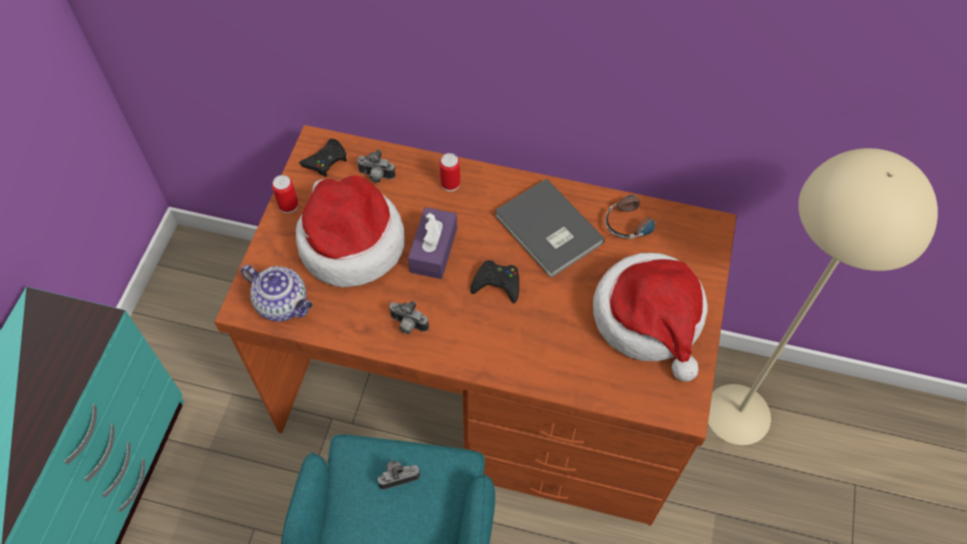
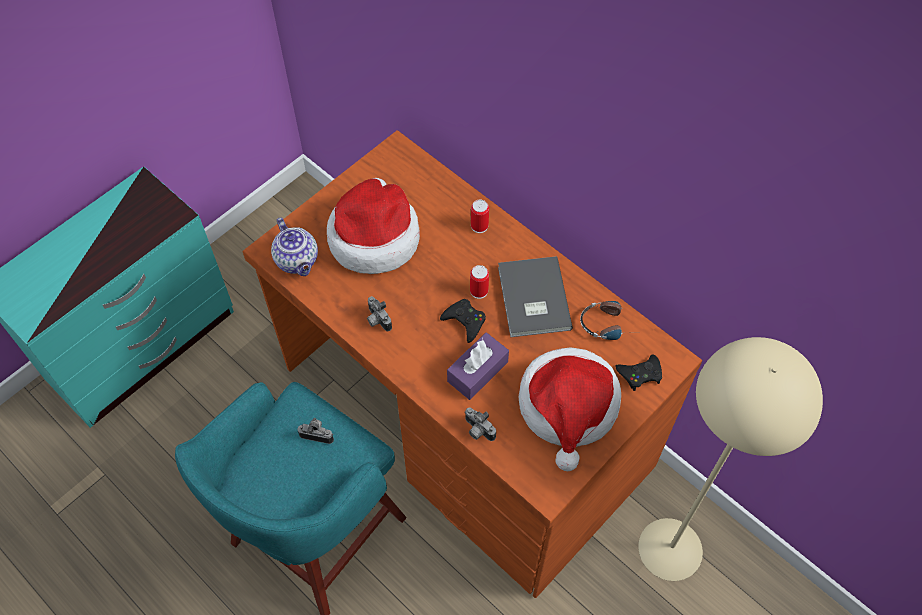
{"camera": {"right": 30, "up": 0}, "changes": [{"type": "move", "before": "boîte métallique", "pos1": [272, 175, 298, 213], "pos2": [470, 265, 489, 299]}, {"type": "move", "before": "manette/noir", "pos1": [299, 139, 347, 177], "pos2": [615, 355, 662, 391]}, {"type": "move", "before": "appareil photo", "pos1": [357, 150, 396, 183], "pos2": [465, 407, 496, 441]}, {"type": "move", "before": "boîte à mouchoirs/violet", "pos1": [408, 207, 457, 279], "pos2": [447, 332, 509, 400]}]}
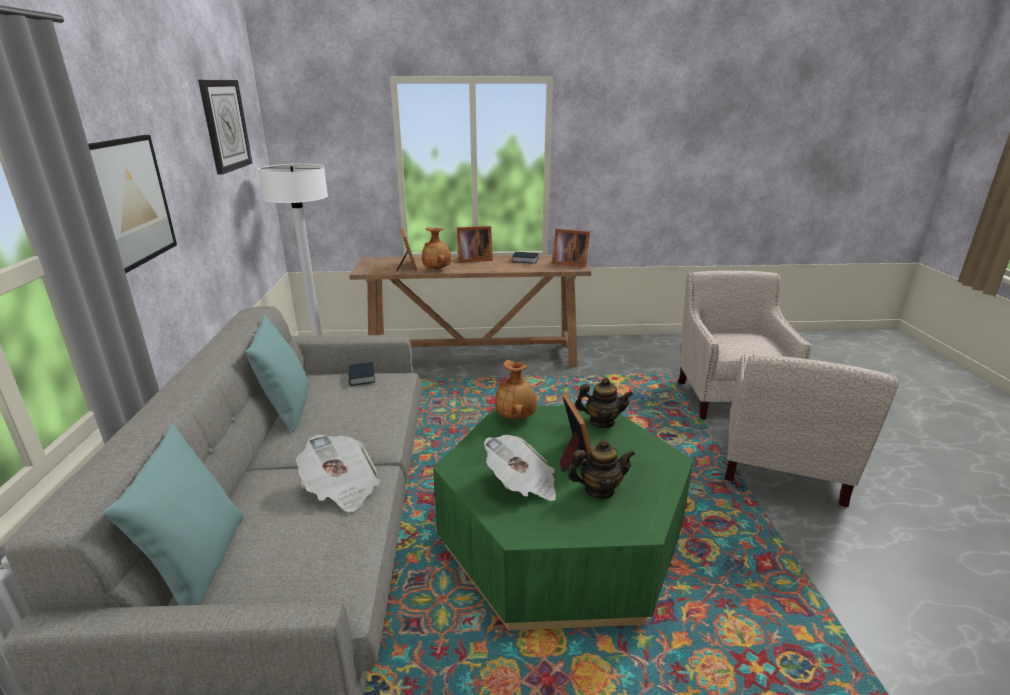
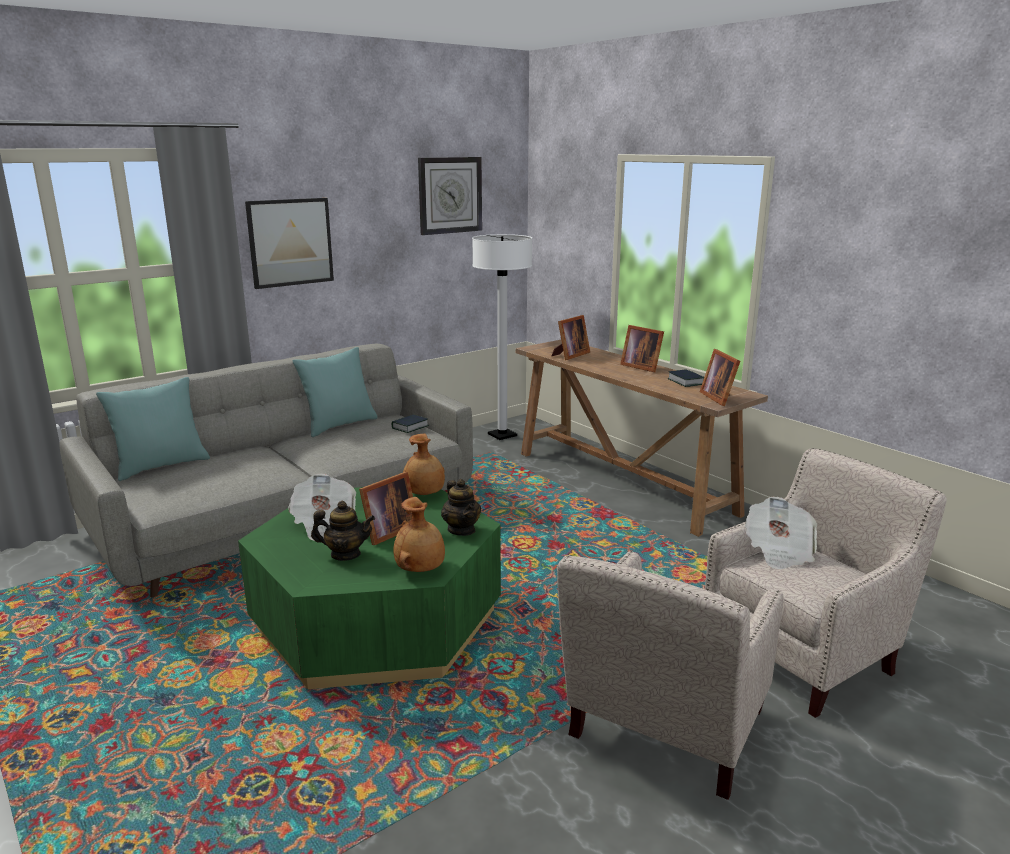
{"camera": {"right": 55, "up": -5}, "changes": [{"type": "move", "before": "journal", "pos1": [296, 434, 381, 512], "pos2": [745, 497, 817, 569]}, {"type": "move", "before": "vase/marron", "pos1": [422, 227, 451, 270], "pos2": [393, 497, 445, 572]}, {"type": "rotate", "before": "théière", "pos1": [568, 439, 635, 499], "pos2": [311, 501, 375, 561], "turn": -45}, {"type": "rotate", "before": "fauteuil/beige", "pos1": [725, 355, 898, 507], "pos2": [557, 551, 784, 800], "turn": -45}]}
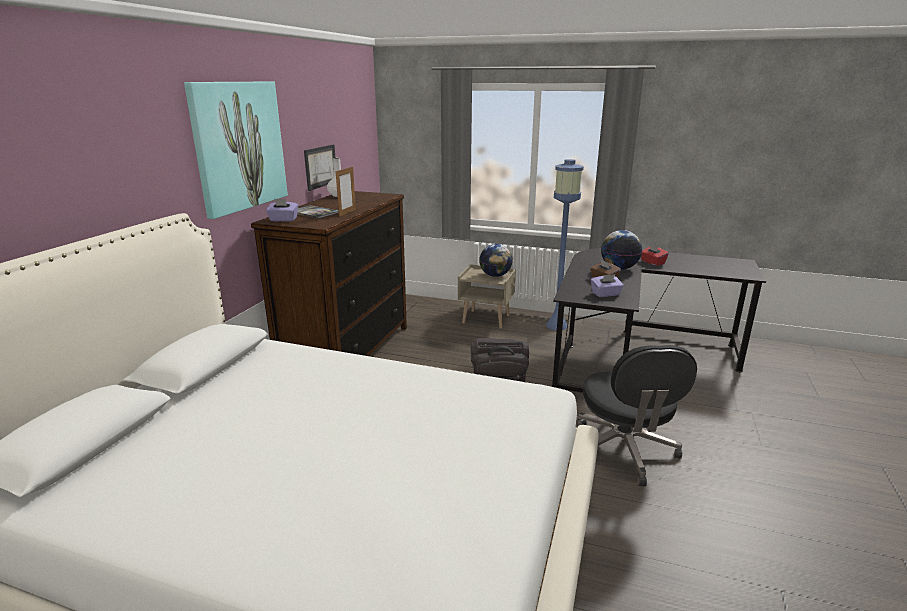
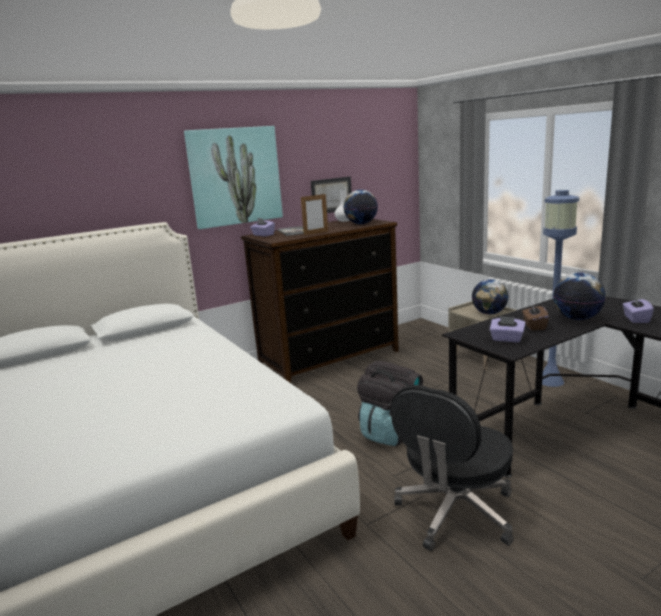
{"camera": {"right": 40, "up": -5}, "changes": [{"type": "recolor", "before": "boîte à mouchoirs/rouge", "after": "boîte à mouchoirs/violet", "pos1": [641, 244, 669, 266], "pos2": [623, 296, 654, 323]}, {"type": "insert", "after": "globe", "pos2": [344, 190, 378, 224]}]}
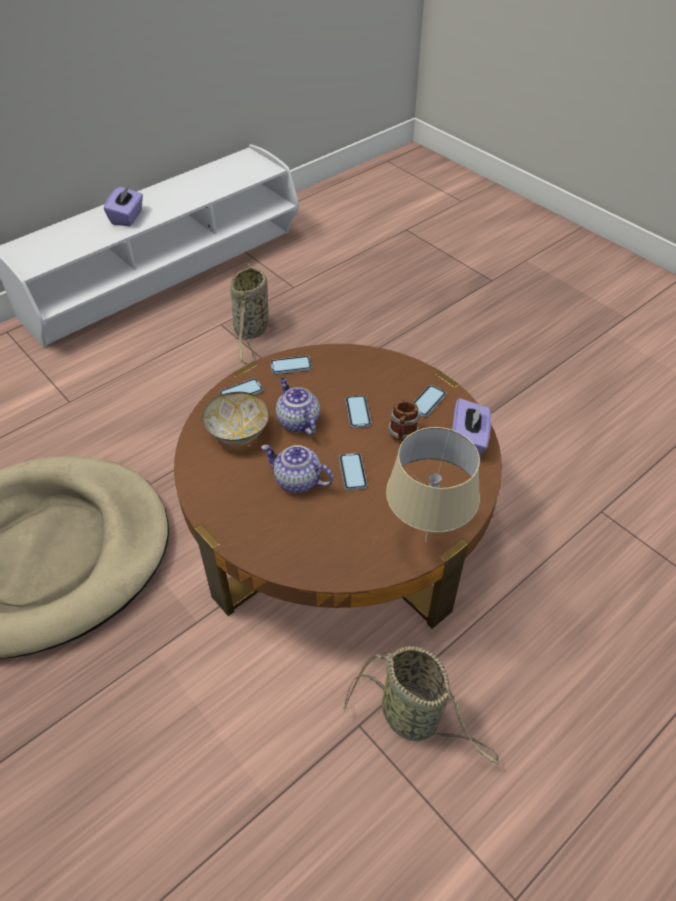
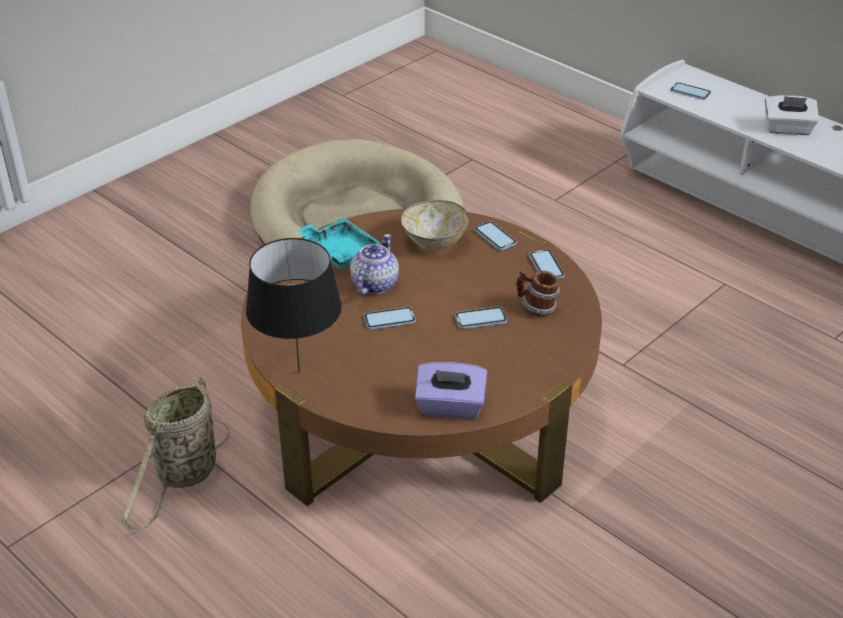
{"camera": {"right": 85, "up": -10}, "changes": [{"type": "recolor", "before": "boîte à mouchoirs/violet", "after": "boîte à mouchoirs/blanc", "pos1": [104, 185, 143, 227], "pos2": [765, 95, 819, 135]}, {"type": "delete", "before": "panier", "pos1": [230, 263, 268, 364]}, {"type": "delete", "before": "théière", "pos1": [276, 377, 320, 435]}, {"type": "recolor", "before": "lampe de table/beige", "after": "lampe de table/noir", "pos1": [386, 427, 480, 543], "pos2": [246, 238, 342, 373]}, {"type": "move", "before": "mug", "pos1": [387, 400, 420, 441], "pos2": [516, 269, 560, 317]}, {"type": "move", "before": "téléphone", "pos1": [413, 385, 446, 417], "pos2": [671, 82, 711, 100]}, {"type": "insert", "after": "plateau/turquoise", "pos2": [296, 217, 381, 269]}]}
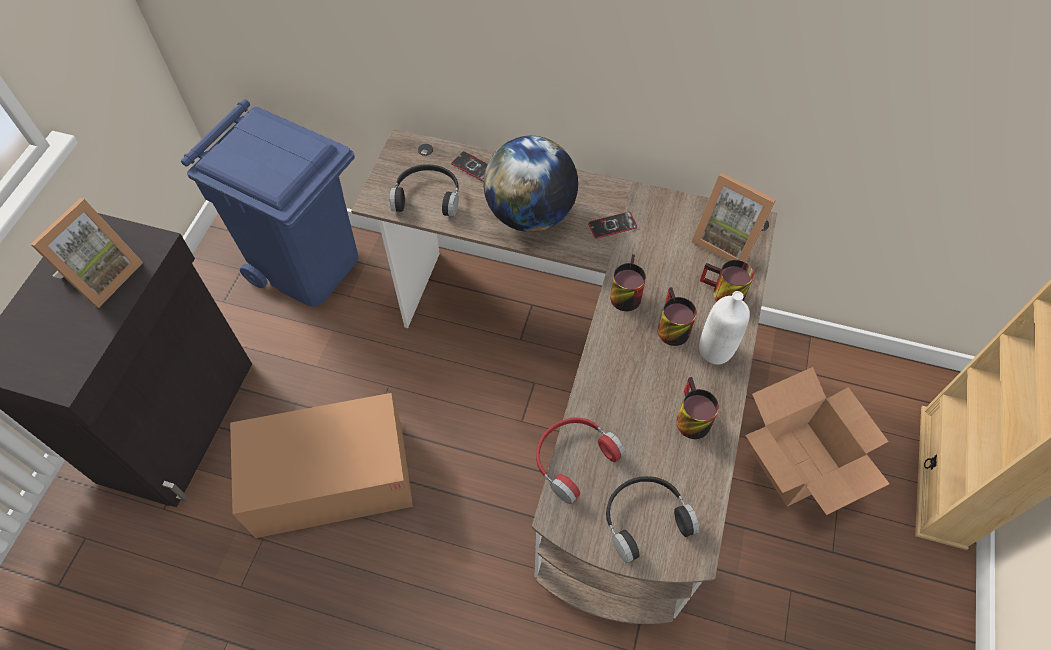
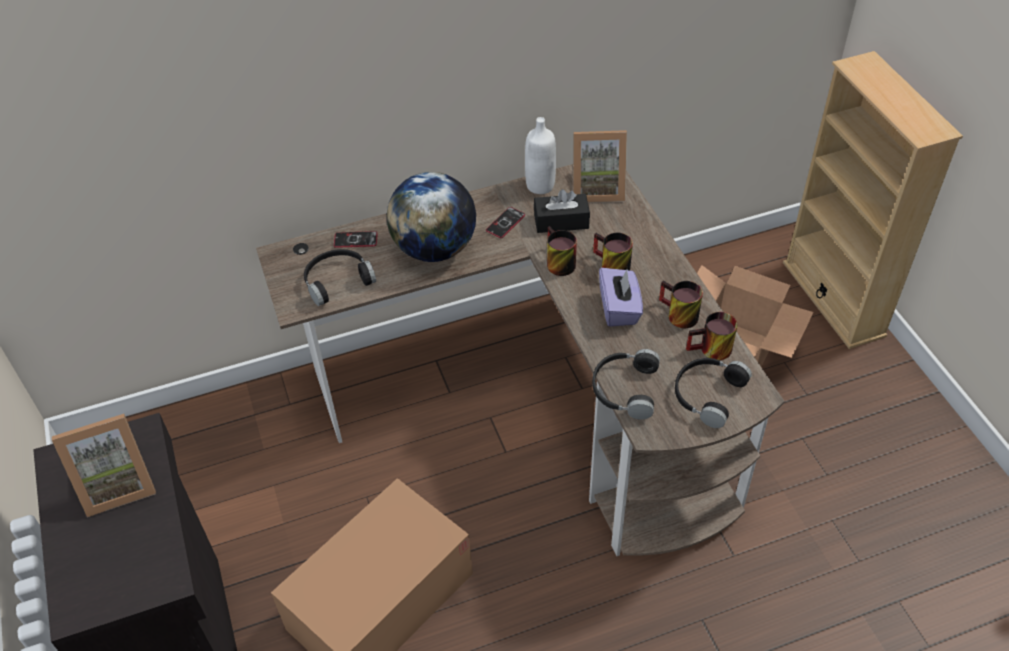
{"camera": {"right": -35, "up": -10}, "changes": [{"type": "rotate", "before": "cadre photo", "pos1": [30, 198, 143, 308], "pos2": [52, 414, 156, 517], "turn": 75}, {"type": "delete", "before": "poubelle/bleu", "pos1": [181, 99, 358, 307]}, {"type": "recolor", "before": "casque audio/rouge", "after": "casque audio/noir", "pos1": [536, 417, 626, 504], "pos2": [592, 349, 660, 420]}, {"type": "move", "before": "bouteille/blanc", "pos1": [699, 291, 750, 365], "pos2": [525, 117, 556, 194]}, {"type": "move", "before": "mug", "pos1": [700, 260, 754, 301], "pos2": [686, 312, 737, 360]}, {"type": "insert", "after": "boîte à mouchoirs/noir", "pos2": [534, 189, 590, 233]}, {"type": "insert", "after": "boîte à mouchoirs/violet", "pos2": [599, 268, 643, 327]}]}
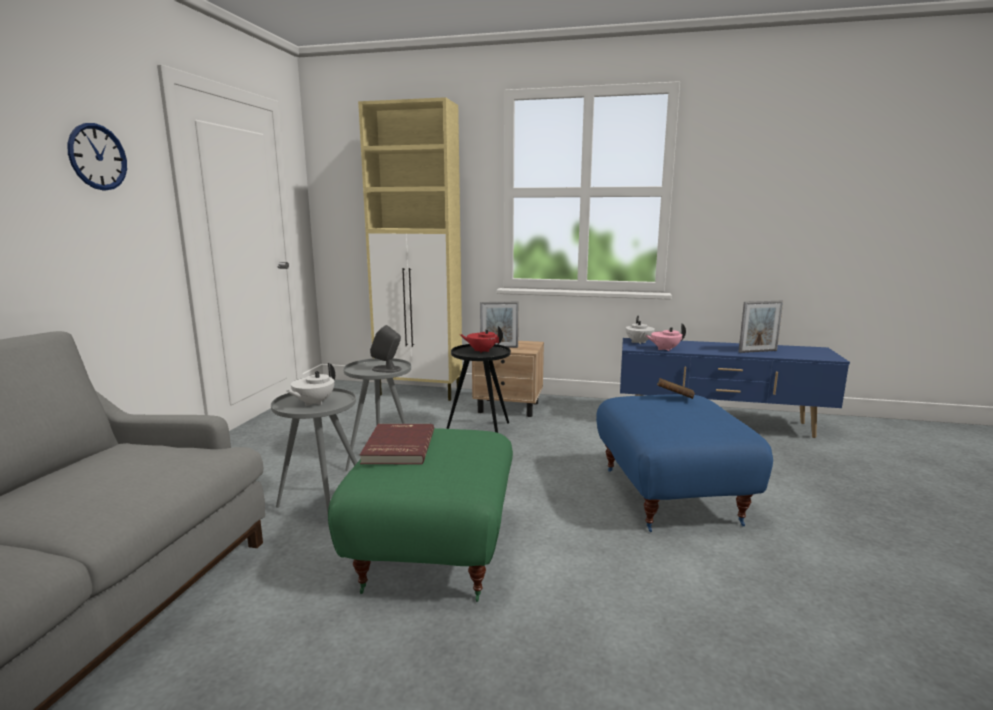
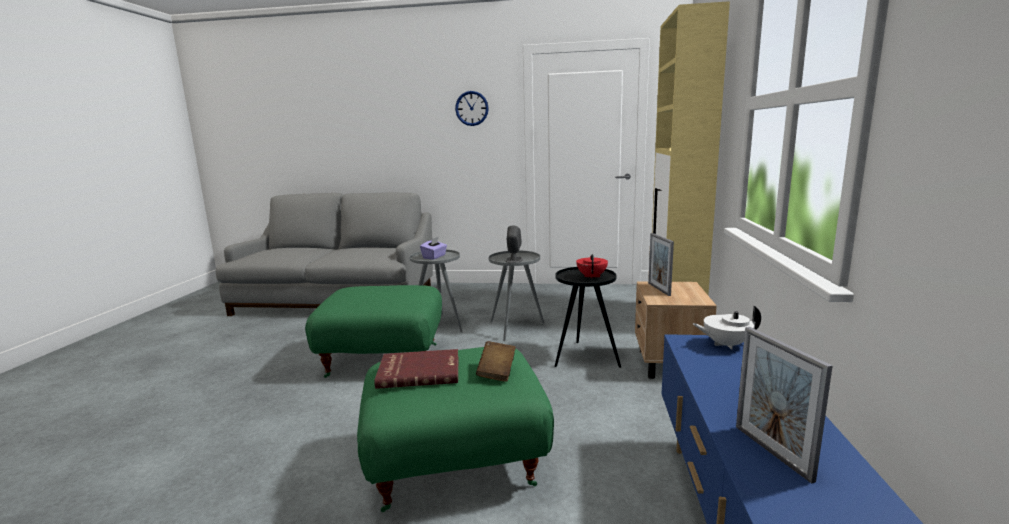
{"camera": {"right": 85, "up": 0}, "changes": [{"type": "replace", "before": "théière/blanc", "after": "boîte à mouchoirs/violet", "pos1": [286, 363, 335, 406], "pos2": [420, 237, 447, 260]}, {"type": "move", "before": "livre/rouge", "pos1": [360, 424, 434, 465], "pos2": [374, 349, 459, 389]}, {"type": "recolor", "before": "pouf/bleu", "after": "pouf/vert", "pos1": [596, 394, 773, 532], "pos2": [357, 347, 554, 512]}, {"type": "delete", "before": "théière/rose", "pos1": [645, 323, 686, 351]}]}
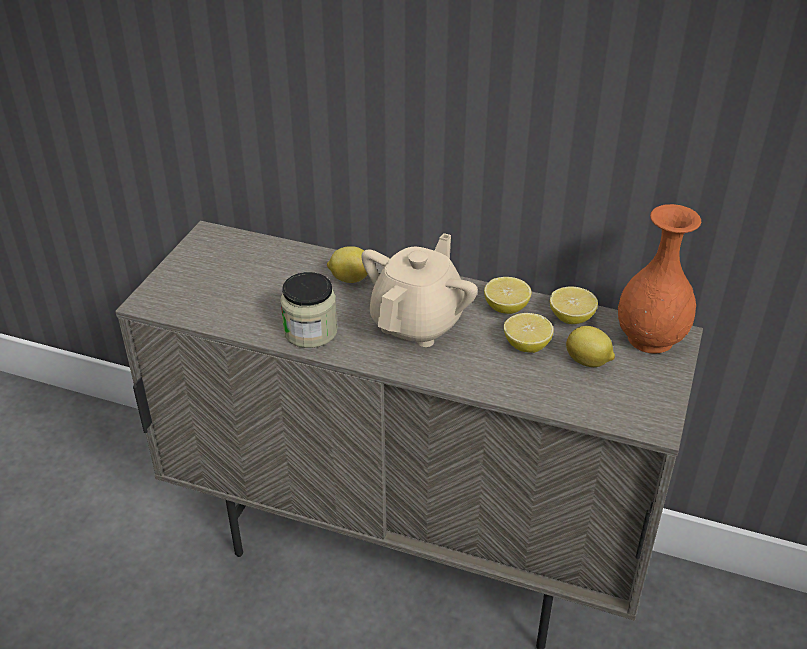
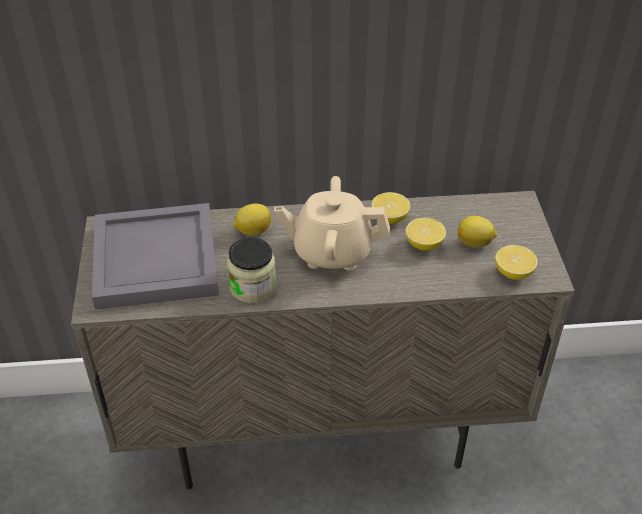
{"camera": {"right": -25, "up": 5}, "changes": [{"type": "rotate", "before": "théière/beige", "pos1": [361, 233, 478, 347], "pos2": [274, 176, 390, 271], "turn": -90}, {"type": "move", "before": "citron", "pos1": [550, 286, 598, 324], "pos2": [495, 245, 538, 280]}, {"type": "delete", "before": "vase/orange", "pos1": [618, 204, 701, 354]}, {"type": "insert", "after": "plateau/gris", "pos2": [92, 203, 219, 310]}]}
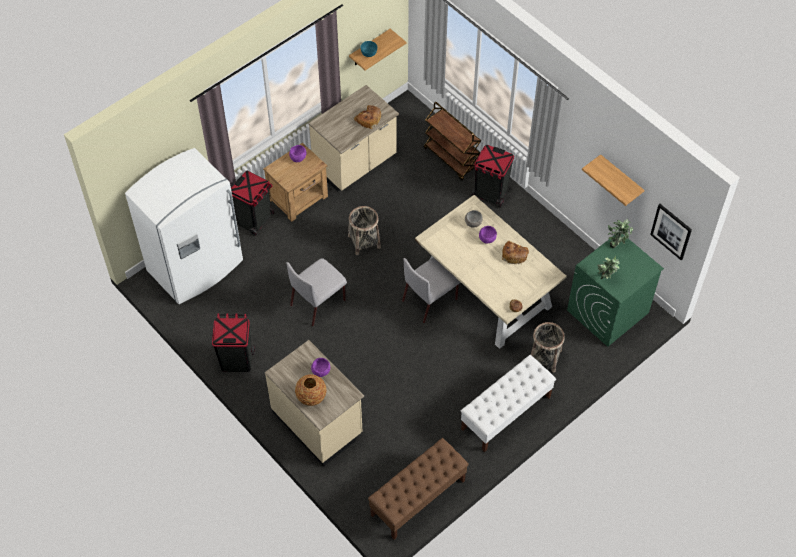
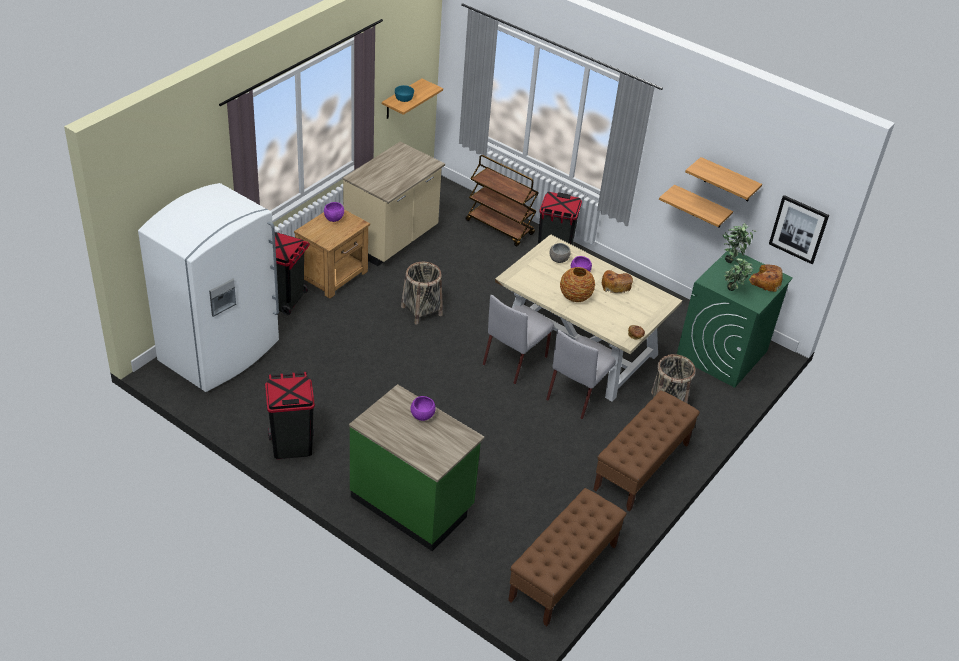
{"camera": {"right": -15, "up": -15}, "changes": [{"type": "recolor", "before": "comptoir de cuisine/beige", "after": "comptoir de cuisine/vert", "pos1": [265, 340, 364, 466], "pos2": [349, 384, 485, 551]}, {"type": "move", "before": "chaise/gris", "pos1": [286, 258, 347, 326], "pos2": [546, 330, 616, 419]}, {"type": "move", "before": "vase", "pos1": [295, 374, 327, 406], "pos2": [560, 267, 595, 302]}, {"type": "move", "before": "pain", "pos1": [354, 105, 381, 129], "pos2": [749, 264, 783, 292]}, {"type": "recolor", "before": "banc/blanc", "after": "banc/marron", "pos1": [461, 355, 556, 452], "pos2": [593, 390, 700, 512]}, {"type": "insert", "after": "étagère", "pos2": [659, 184, 733, 228]}]}
